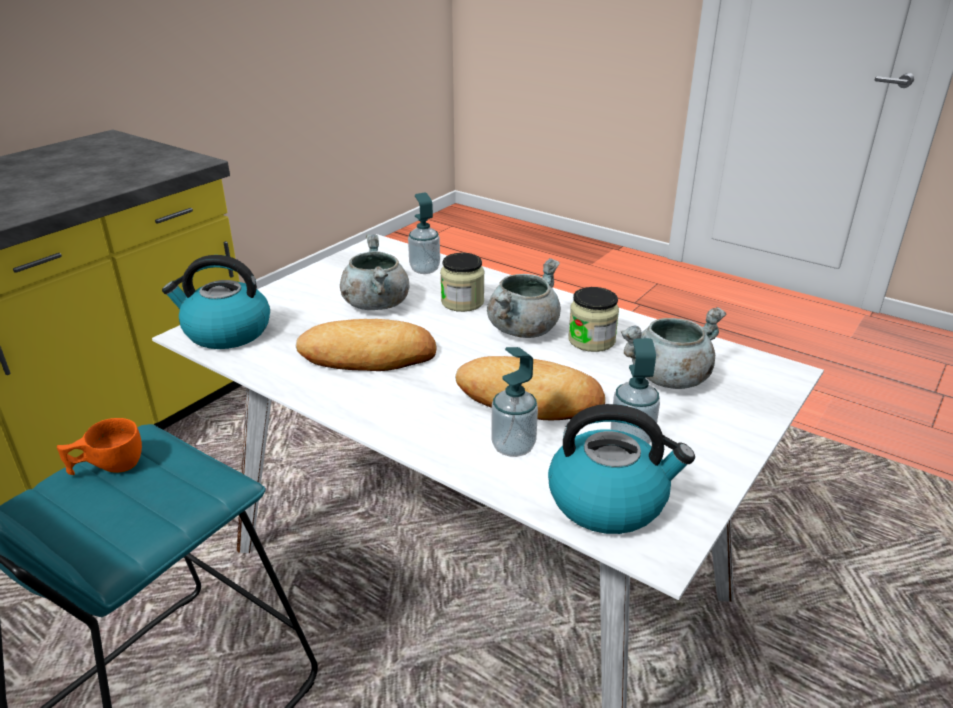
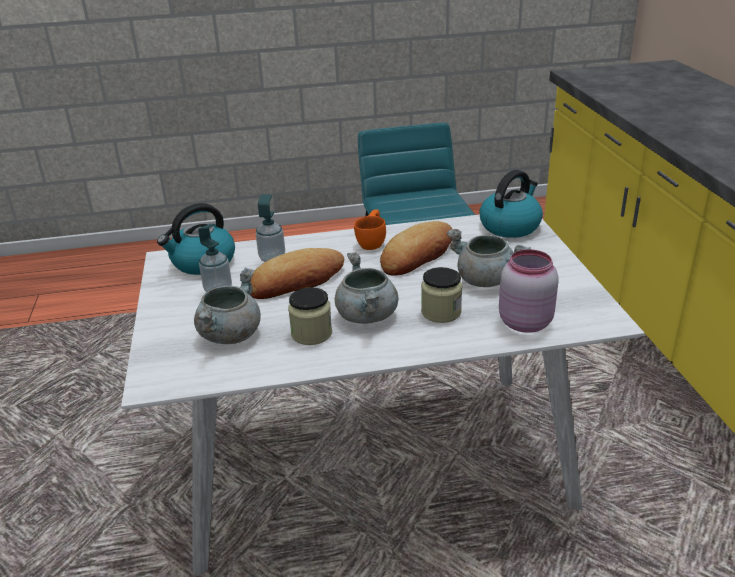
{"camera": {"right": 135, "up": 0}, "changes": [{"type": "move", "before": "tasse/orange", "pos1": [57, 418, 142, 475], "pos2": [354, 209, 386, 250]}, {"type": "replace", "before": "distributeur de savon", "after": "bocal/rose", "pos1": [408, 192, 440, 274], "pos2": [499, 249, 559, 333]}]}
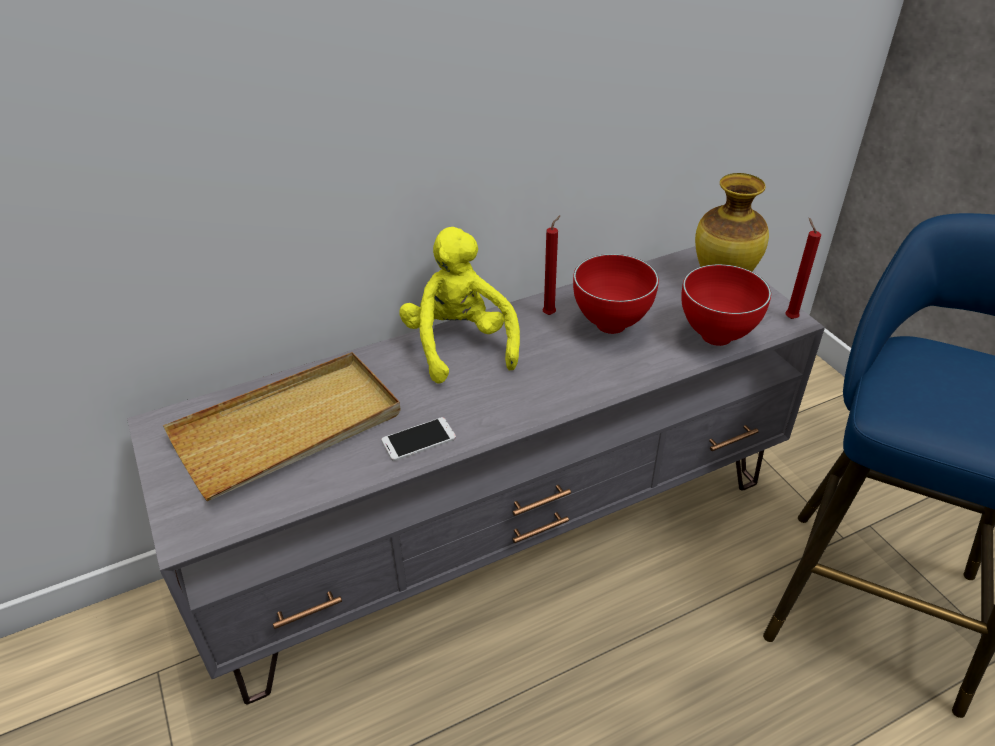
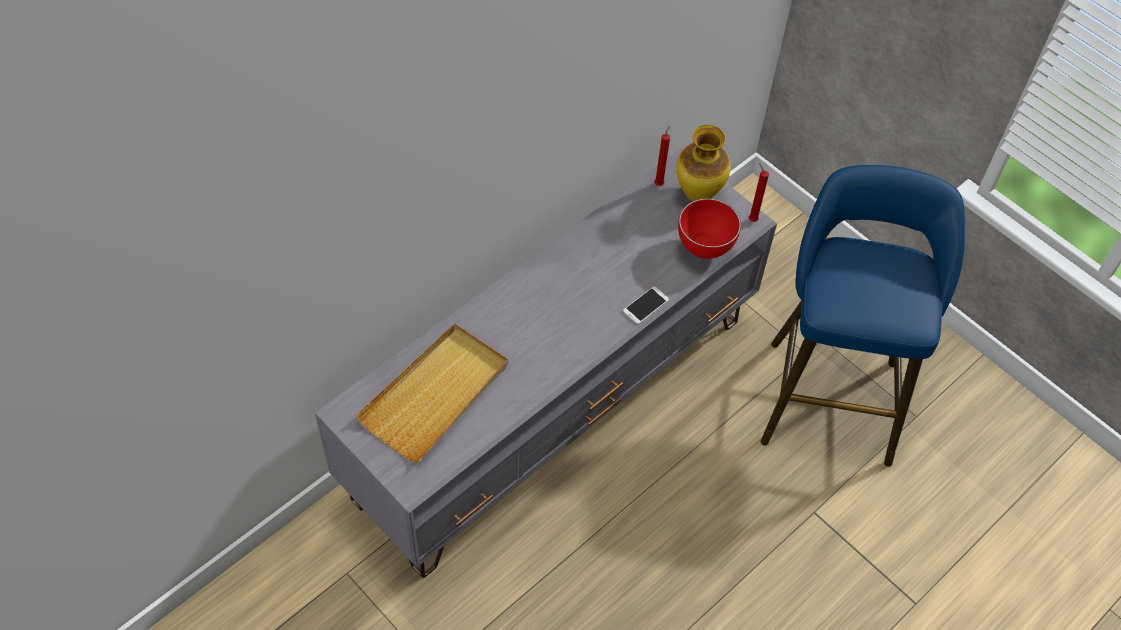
{"camera": {"right": -20, "up": 15}, "changes": [{"type": "move", "before": "téléphone", "pos1": [381, 417, 456, 461], "pos2": [623, 286, 669, 324]}, {"type": "delete", "before": "peluche/jaune", "pos1": [399, 227, 520, 384]}, {"type": "move", "before": "bougie/rouge", "pos1": [543, 215, 561, 315], "pos2": [654, 125, 670, 186]}, {"type": "delete", "before": "bol/rouge", "pos1": [573, 254, 659, 334]}]}
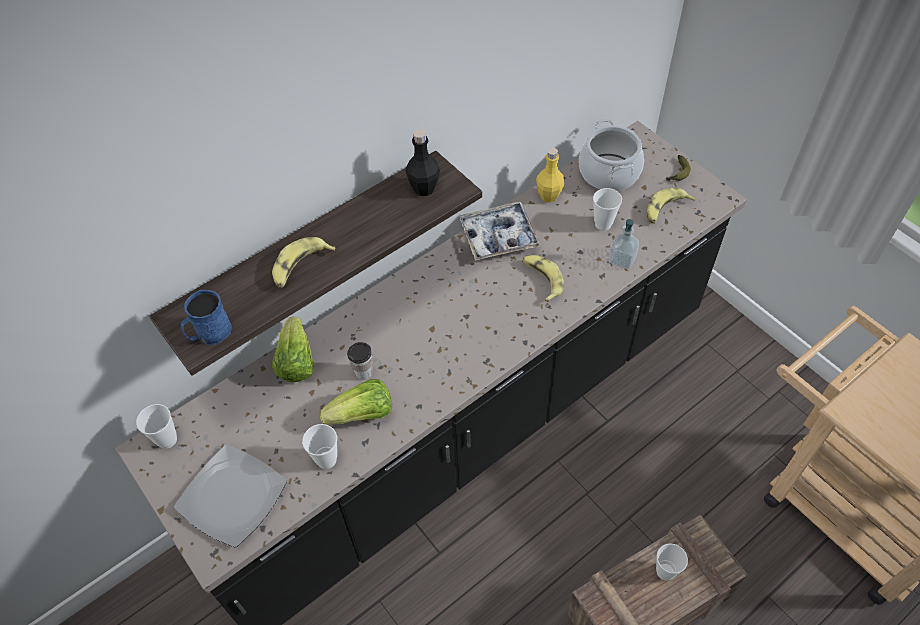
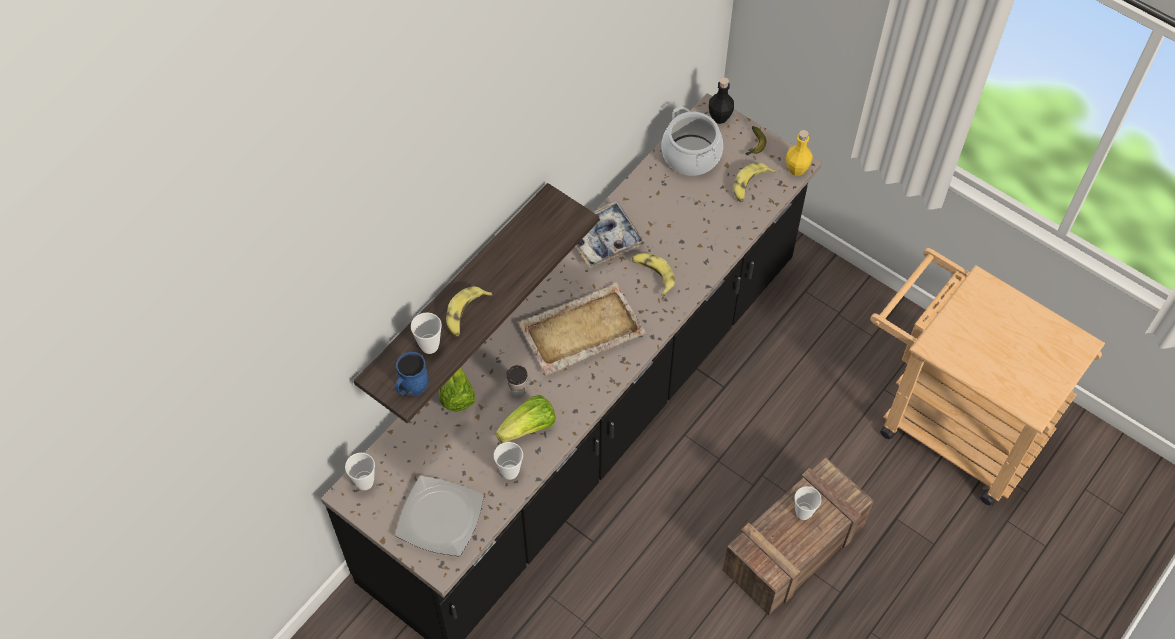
{"camera": {"right": -15, "up": 5}, "changes": [{"type": "move", "before": "bouteille/noir", "pos1": [406, 129, 440, 196], "pos2": [709, 77, 734, 124]}, {"type": "move", "before": "bouteille/jaune", "pos1": [536, 148, 564, 202], "pos2": [786, 130, 813, 176]}, {"type": "move", "before": "tasse", "pos1": [593, 188, 622, 231], "pos2": [411, 312, 442, 354]}, {"type": "delete", "before": "distributeur de savon", "pos1": [609, 219, 639, 269]}, {"type": "insert", "after": "plateau/beige", "pos2": [518, 282, 646, 375]}]}
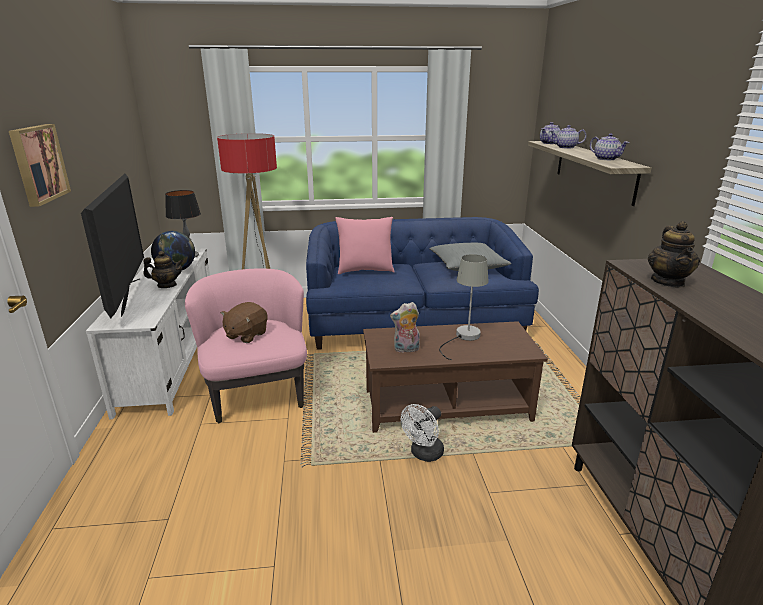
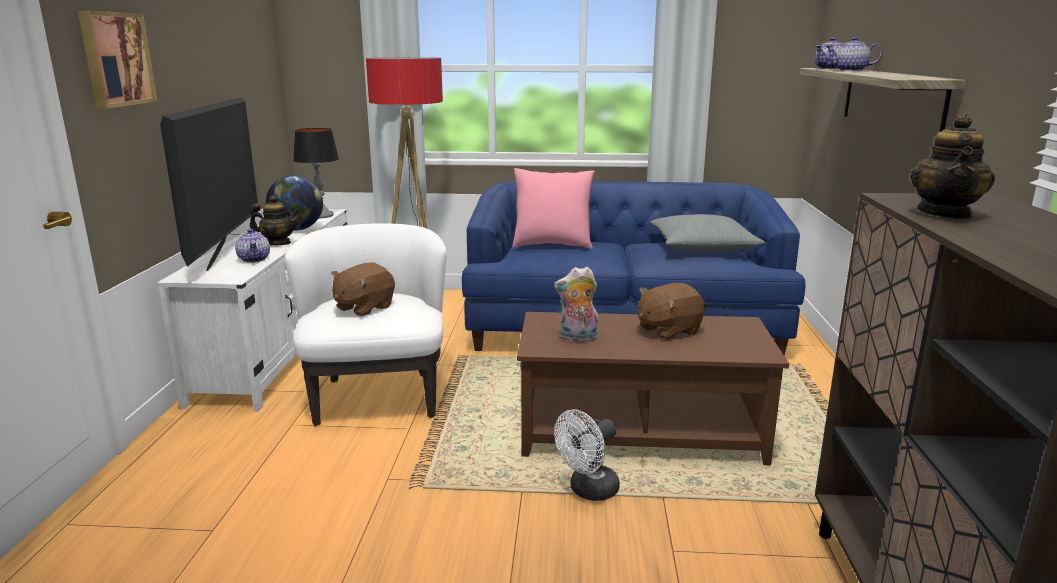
{"camera": {"right": 10, "up": -5}, "changes": [{"type": "recolor", "before": "fauteuil/rose", "after": "fauteuil/blanc", "pos1": [185, 268, 307, 423], "pos2": [285, 223, 447, 426]}, {"type": "replace", "before": "lampe de table/gris", "after": "peluche/marron", "pos1": [439, 254, 489, 361], "pos2": [638, 283, 706, 340]}, {"type": "move", "before": "théière", "pos1": [590, 133, 629, 160], "pos2": [235, 229, 270, 263]}]}
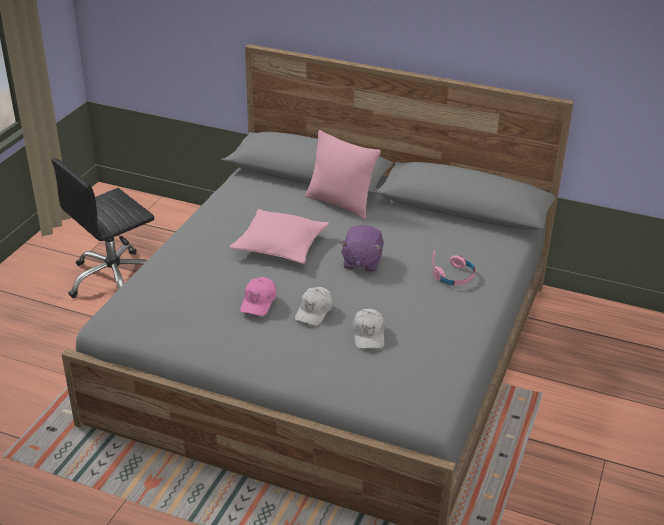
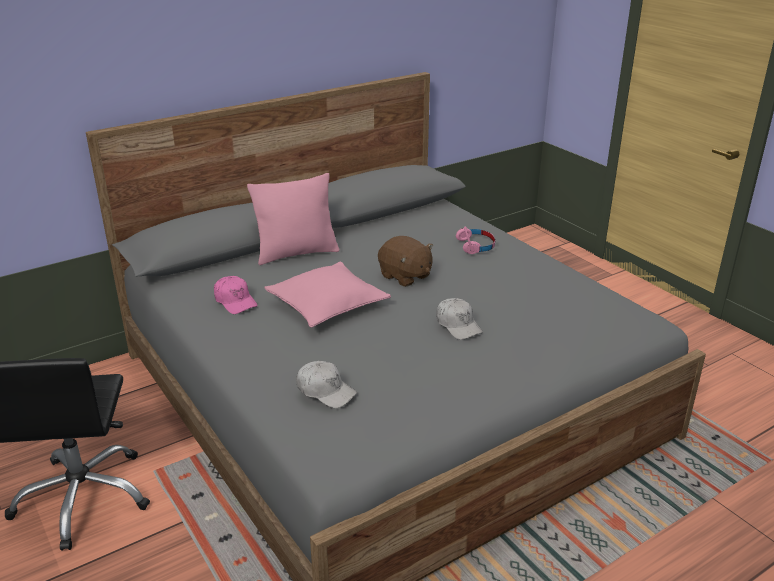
{"camera": {"right": -55, "up": -5}, "changes": [{"type": "move", "before": "casquette/rose", "pos1": [240, 277, 276, 316], "pos2": [214, 276, 257, 314]}, {"type": "recolor", "before": "peluche/violet", "after": "peluche/marron", "pos1": [340, 225, 383, 272], "pos2": [378, 236, 433, 287]}, {"type": "move", "before": "casquette/blanc", "pos1": [352, 309, 385, 349], "pos2": [296, 361, 357, 408]}]}
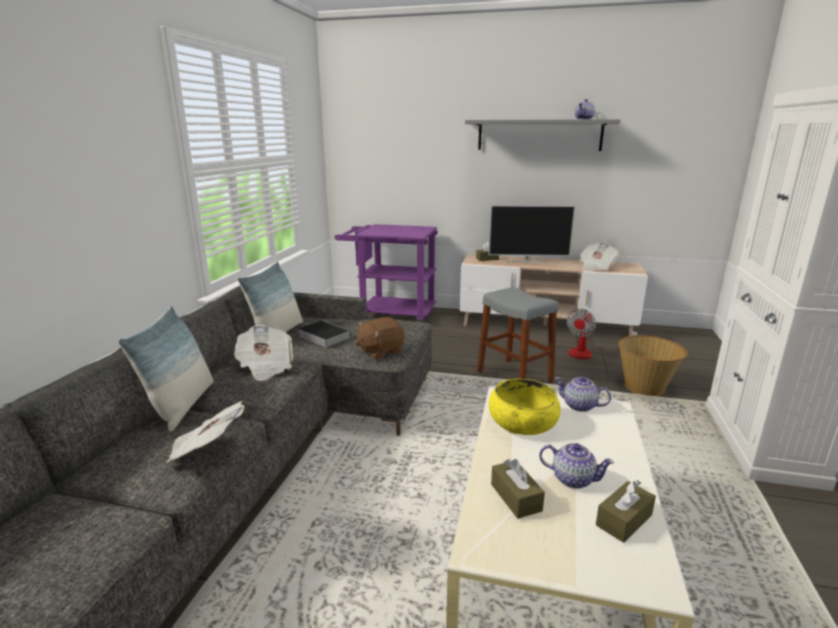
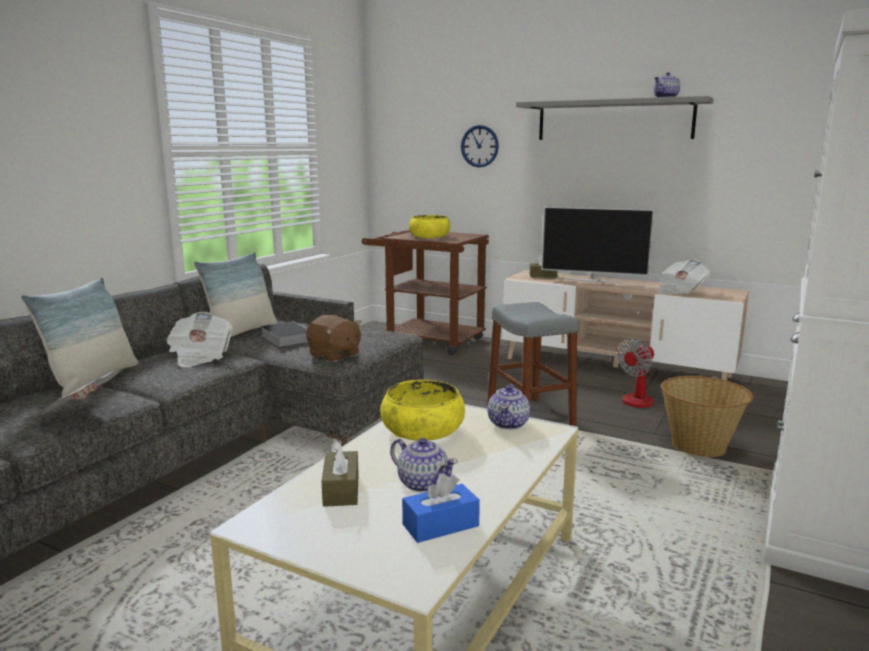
{"camera": {"right": 15, "up": -5}, "changes": [{"type": "recolor", "before": "chariot/violet", "after": "chariot/marron", "pos1": [335, 224, 438, 322], "pos2": [362, 230, 489, 355]}, {"type": "rotate", "before": "peluche/marron", "pos1": [356, 317, 405, 359], "pos2": [306, 315, 361, 362], "turn": -120}, {"type": "rotate", "before": "théière", "pos1": [555, 376, 611, 412], "pos2": [488, 384, 530, 430], "turn": -120}, {"type": "recolor", "before": "boîte à mouchoirs/marron", "after": "boîte à mouchoirs/bleu", "pos1": [596, 480, 656, 543], "pos2": [402, 473, 480, 543]}, {"type": "insert", "after": "bol/jaune", "pos2": [409, 215, 450, 238]}, {"type": "insert", "after": "horloge murale", "pos2": [461, 125, 499, 167]}]}
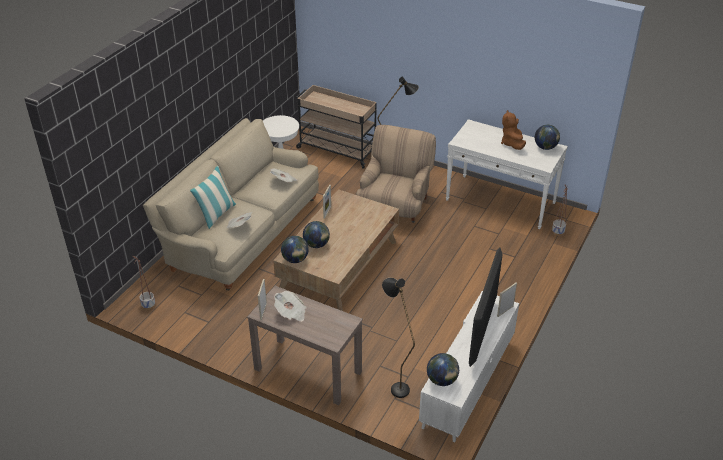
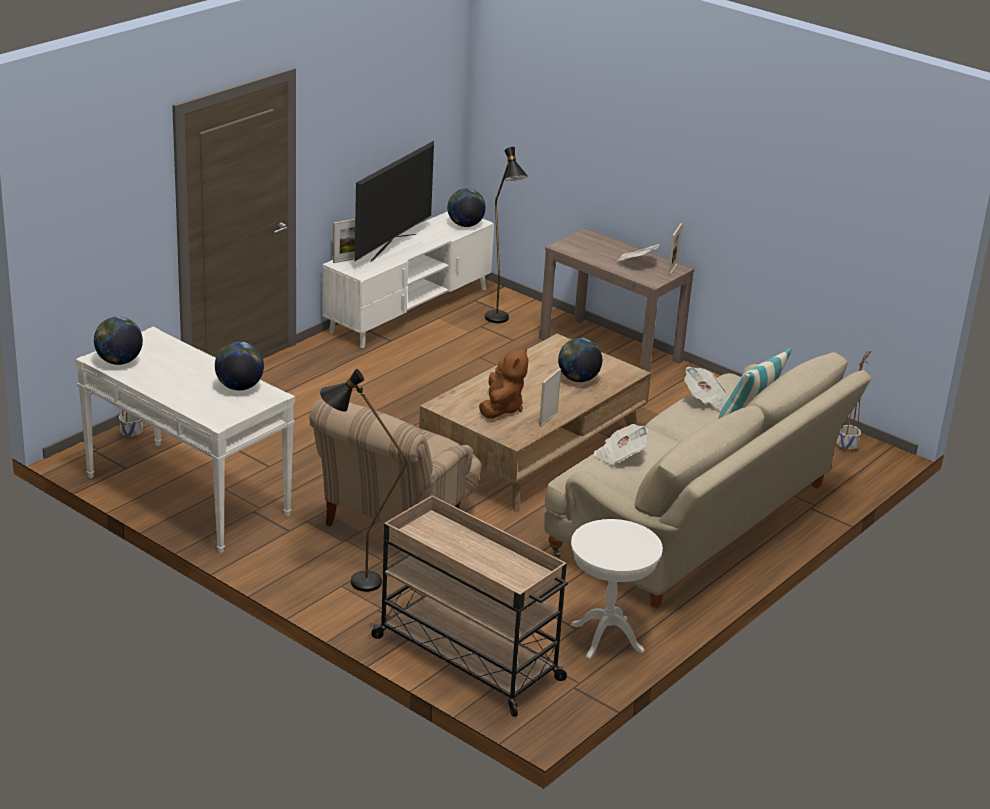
{"camera": {"right": -170, "up": -10}, "changes": [{"type": "move", "before": "globe", "pos1": [281, 236, 309, 263], "pos2": [215, 341, 264, 390]}, {"type": "move", "before": "peluche/marron", "pos1": [501, 110, 526, 150], "pos2": [479, 348, 529, 419]}]}
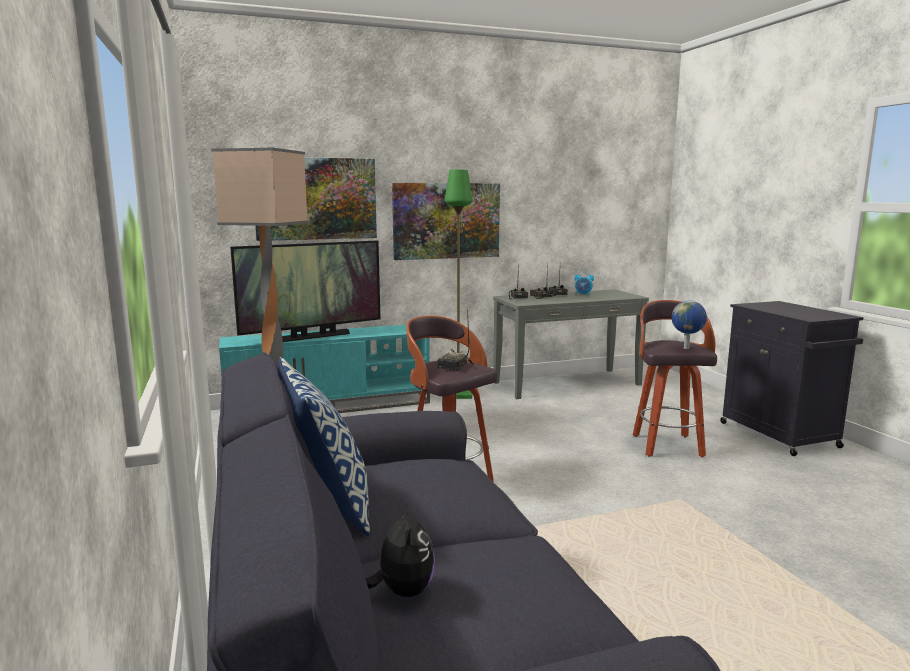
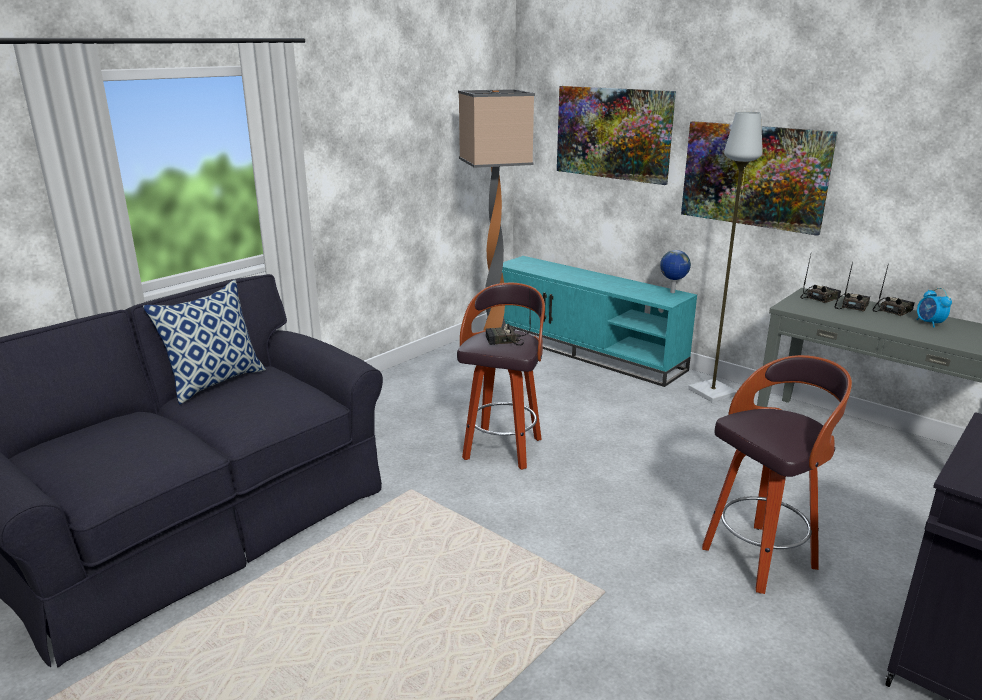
{"camera": {"right": 60, "up": 10}, "changes": [{"type": "delete", "before": "téléviseur", "pos1": [230, 240, 381, 342]}, {"type": "delete", "before": "peluche", "pos1": [366, 503, 435, 597]}, {"type": "recolor", "before": "lampadaire/vert", "after": "lampadaire/gris", "pos1": [445, 170, 473, 399], "pos2": [688, 112, 763, 403]}, {"type": "move", "before": "globe", "pos1": [672, 301, 707, 349], "pos2": [660, 250, 691, 293]}]}
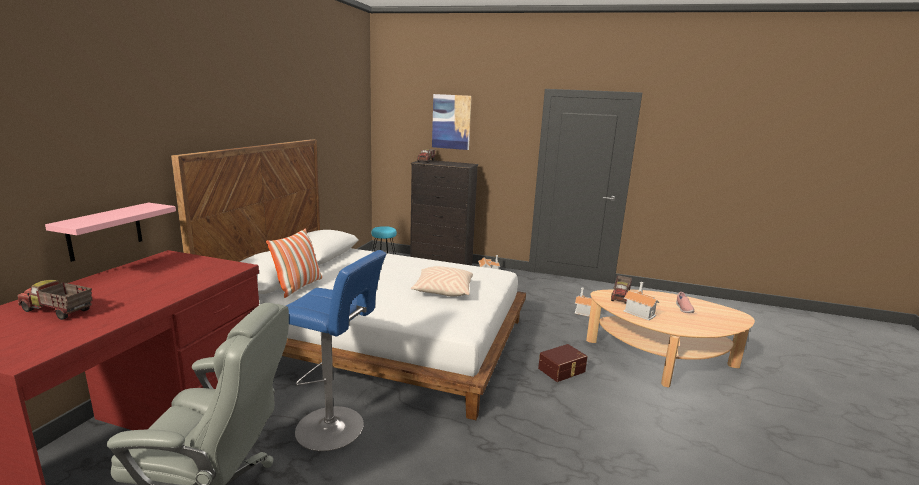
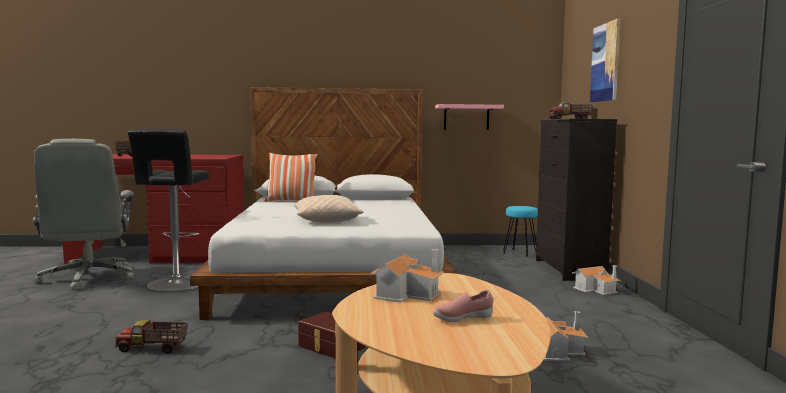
{"camera": {"right": 70, "up": -10}, "changes": [{"type": "move", "before": "étagère/rose", "pos1": [45, 203, 176, 262], "pos2": [435, 104, 504, 130]}, {"type": "recolor", "before": "tabouret/bleu", "after": "tabouret/noir", "pos1": [286, 250, 386, 451], "pos2": [128, 129, 209, 292]}, {"type": "move", "before": "camion jouet", "pos1": [611, 276, 632, 304], "pos2": [115, 320, 188, 354]}]}
